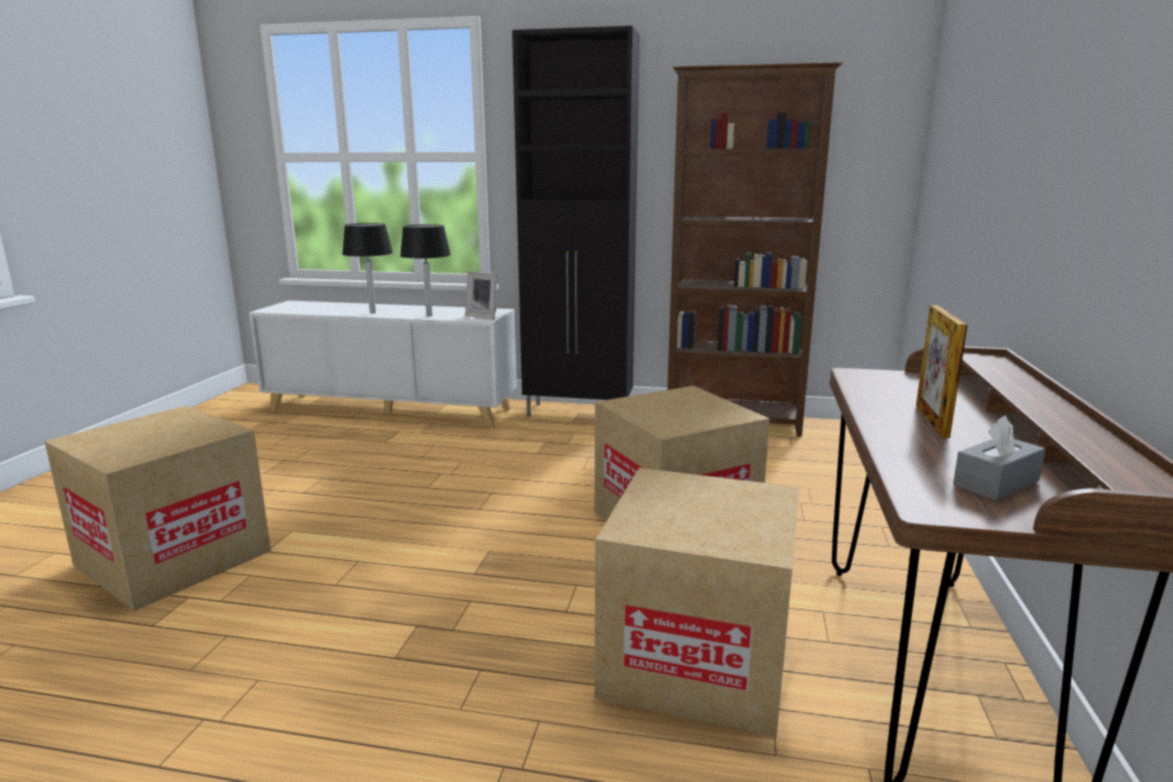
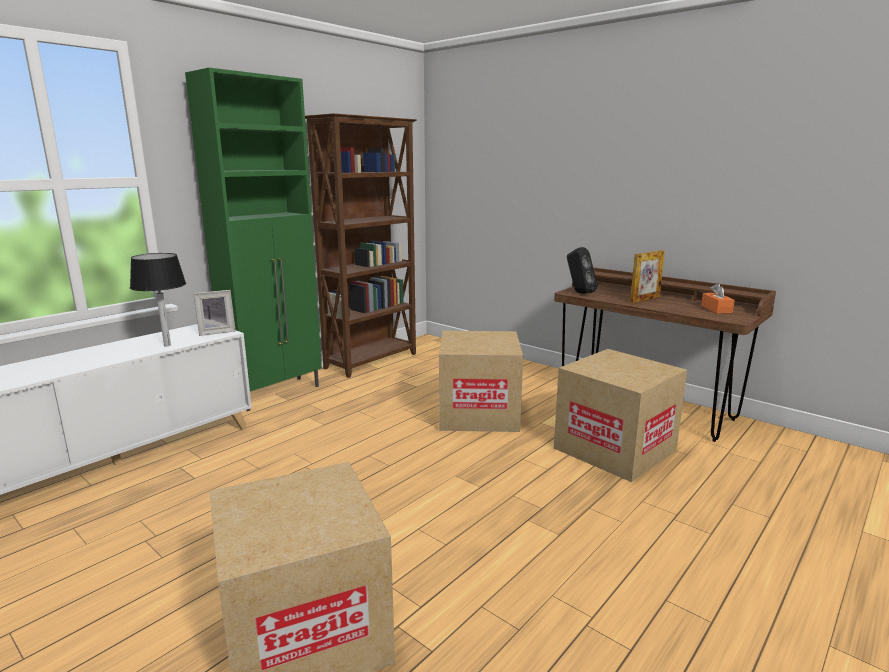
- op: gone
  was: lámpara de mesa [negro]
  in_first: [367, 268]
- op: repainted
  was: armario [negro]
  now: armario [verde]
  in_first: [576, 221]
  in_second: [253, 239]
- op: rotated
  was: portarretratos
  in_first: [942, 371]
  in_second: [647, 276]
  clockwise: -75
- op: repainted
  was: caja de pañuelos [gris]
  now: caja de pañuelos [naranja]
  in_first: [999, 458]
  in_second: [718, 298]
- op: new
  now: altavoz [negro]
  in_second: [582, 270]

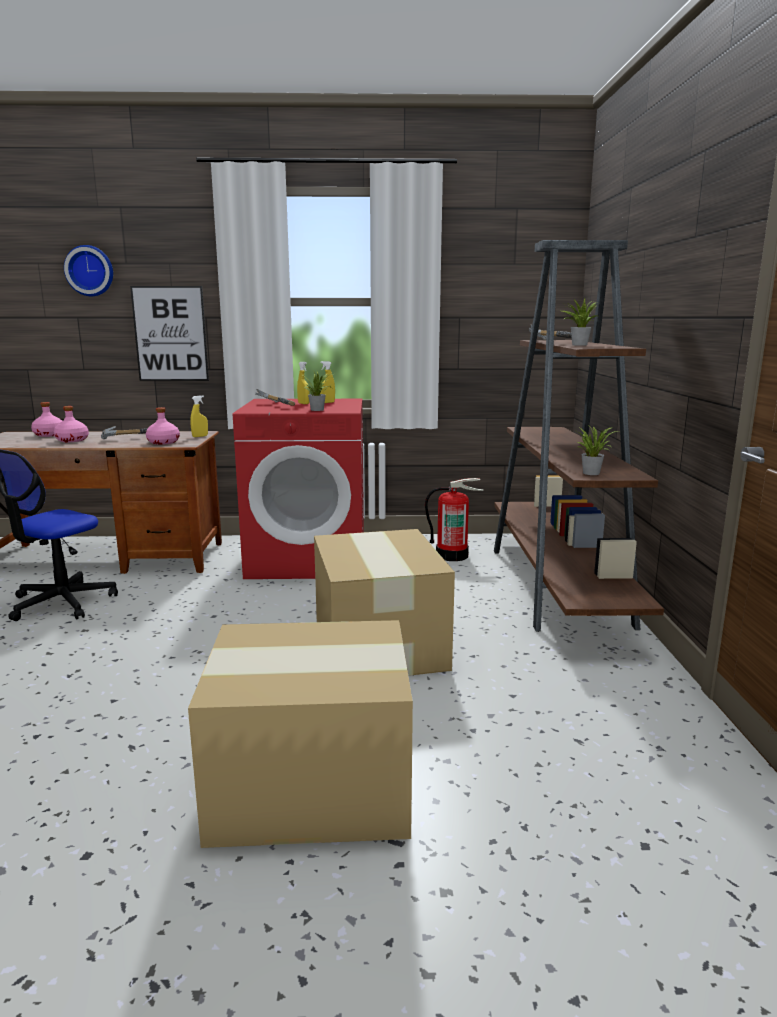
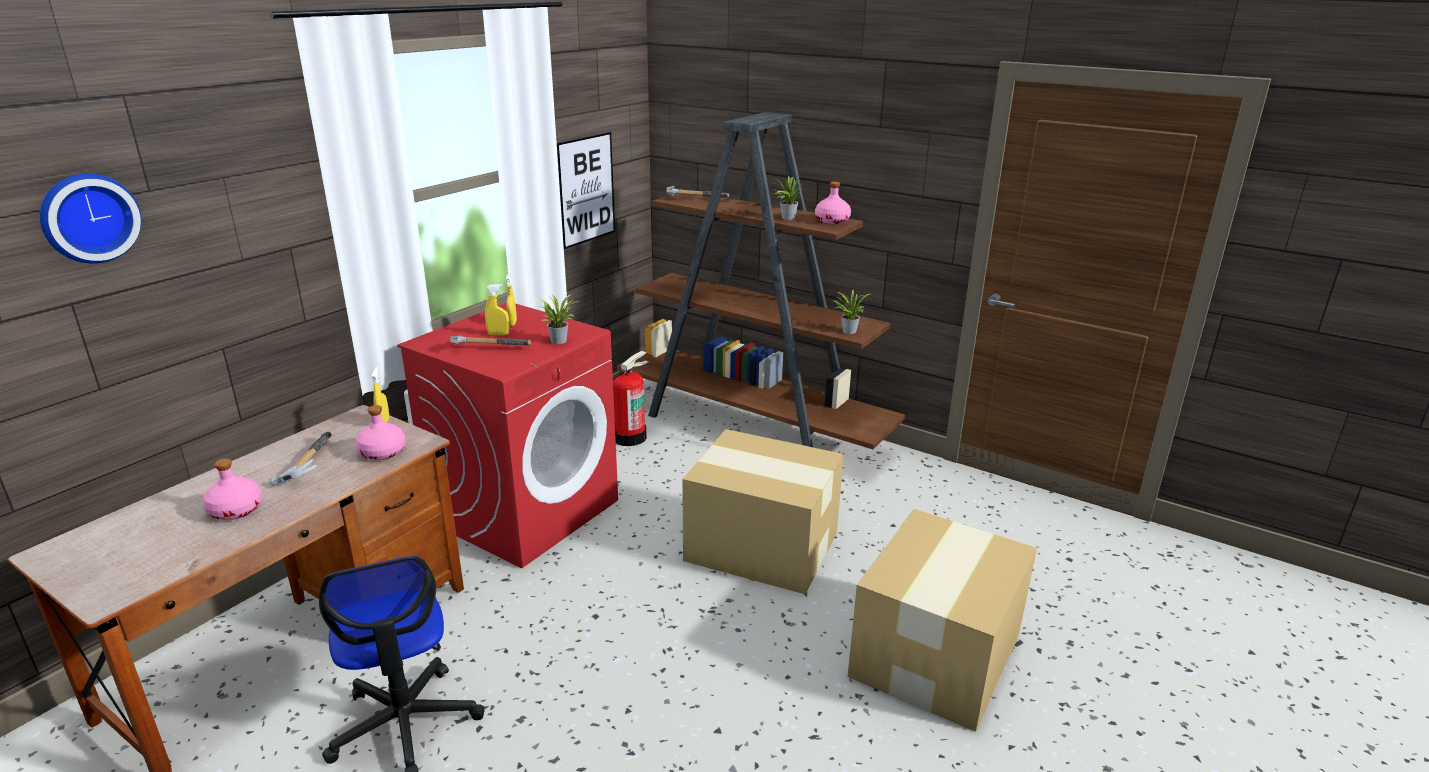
- op: shifted
  was: botella [rosa]
  in_first: [46, 419]
  in_second: [833, 203]
- op: shifted
  was: cuadro
  in_first: [169, 333]
  in_second: [586, 190]

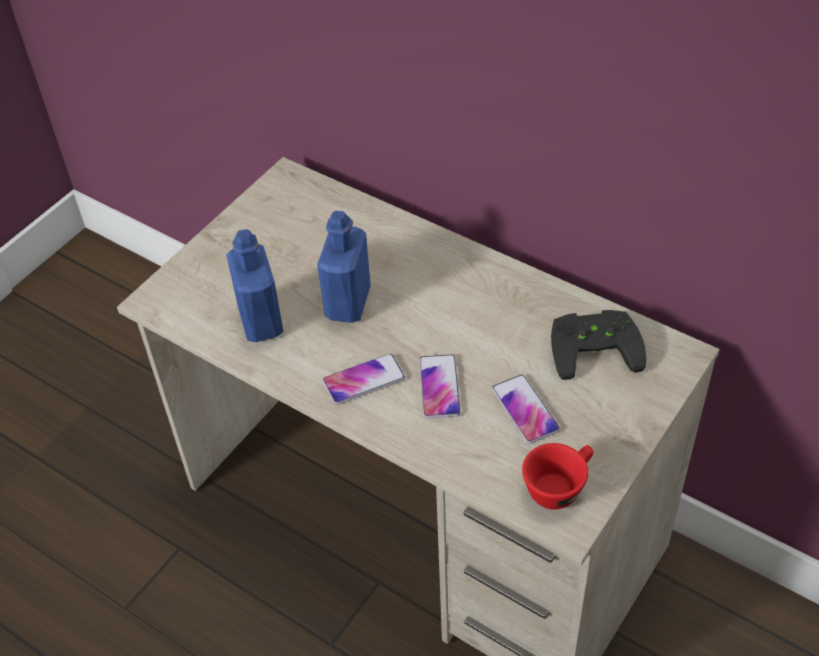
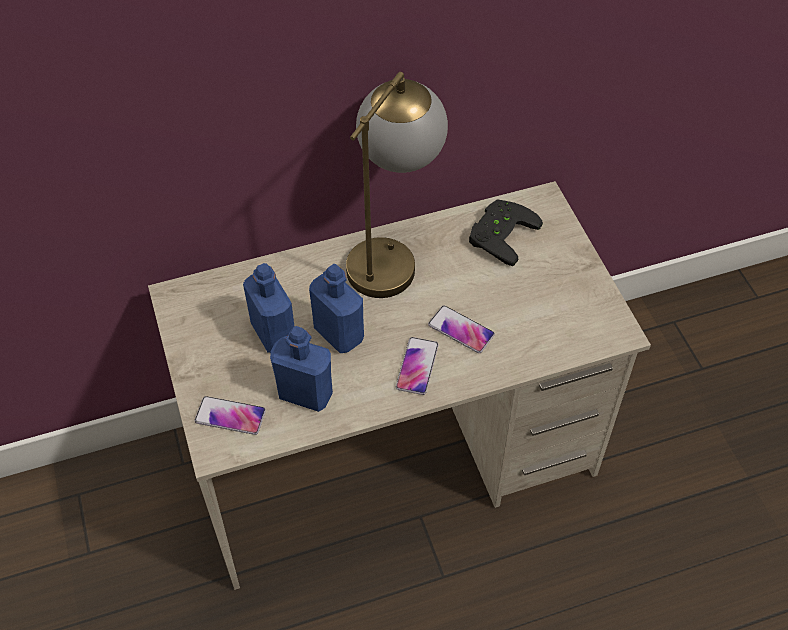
- op: shifted
  was: móvil
  in_first: [526, 409]
  in_second: [230, 415]
- op: gone
  was: taza [rojo]
  in_first: [558, 476]
- op: new
  now: botella [azul]
  in_second: [269, 308]
- op: new
  now: lámpara de mesa
  in_second: [397, 185]

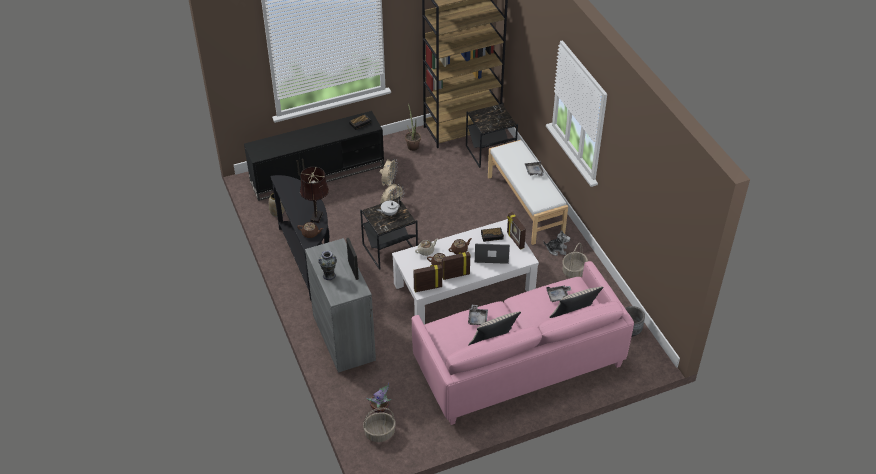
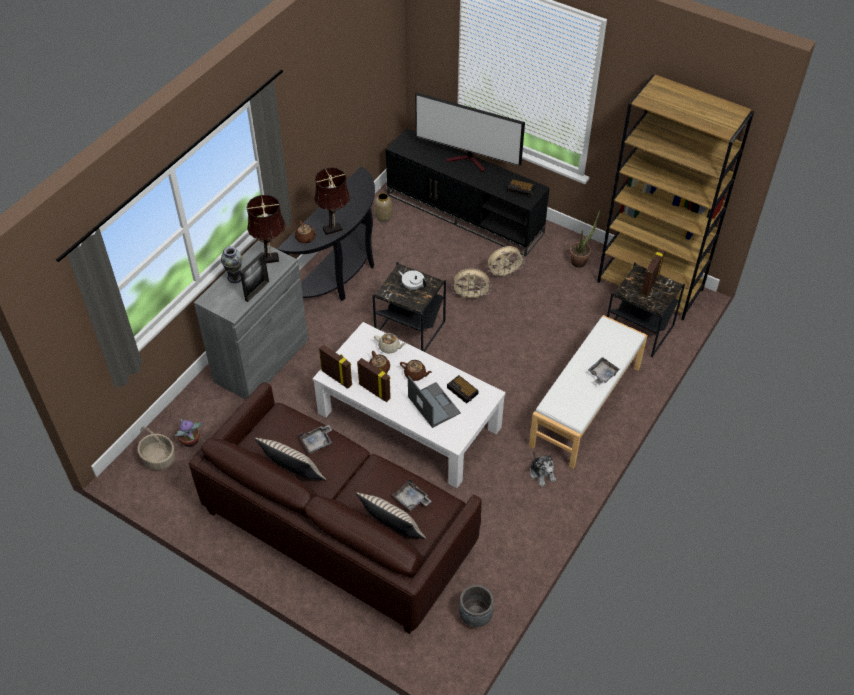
- op: repainted
  was: sofá [rosa]
  now: sofá [marrón]
  in_first: [523, 343]
  in_second: [335, 508]
- op: shifted
  was: portarretratos
  in_first: [516, 231]
  in_second: [653, 272]
- op: gone
  was: cesta
  in_first: [575, 260]
- op: new
  now: lámpara de mesa [marrón]
  in_second: [266, 229]
- op: new
  now: televisor
  in_second: [470, 132]

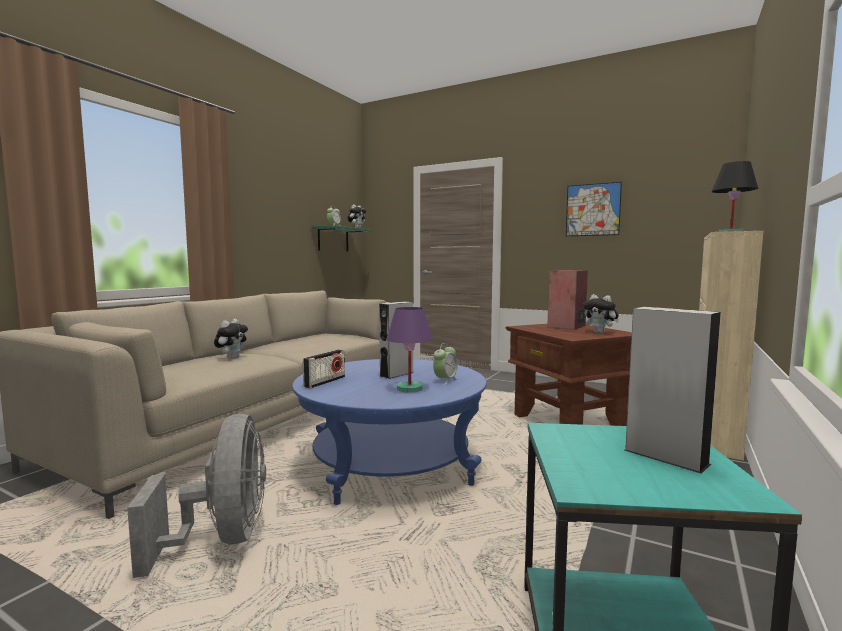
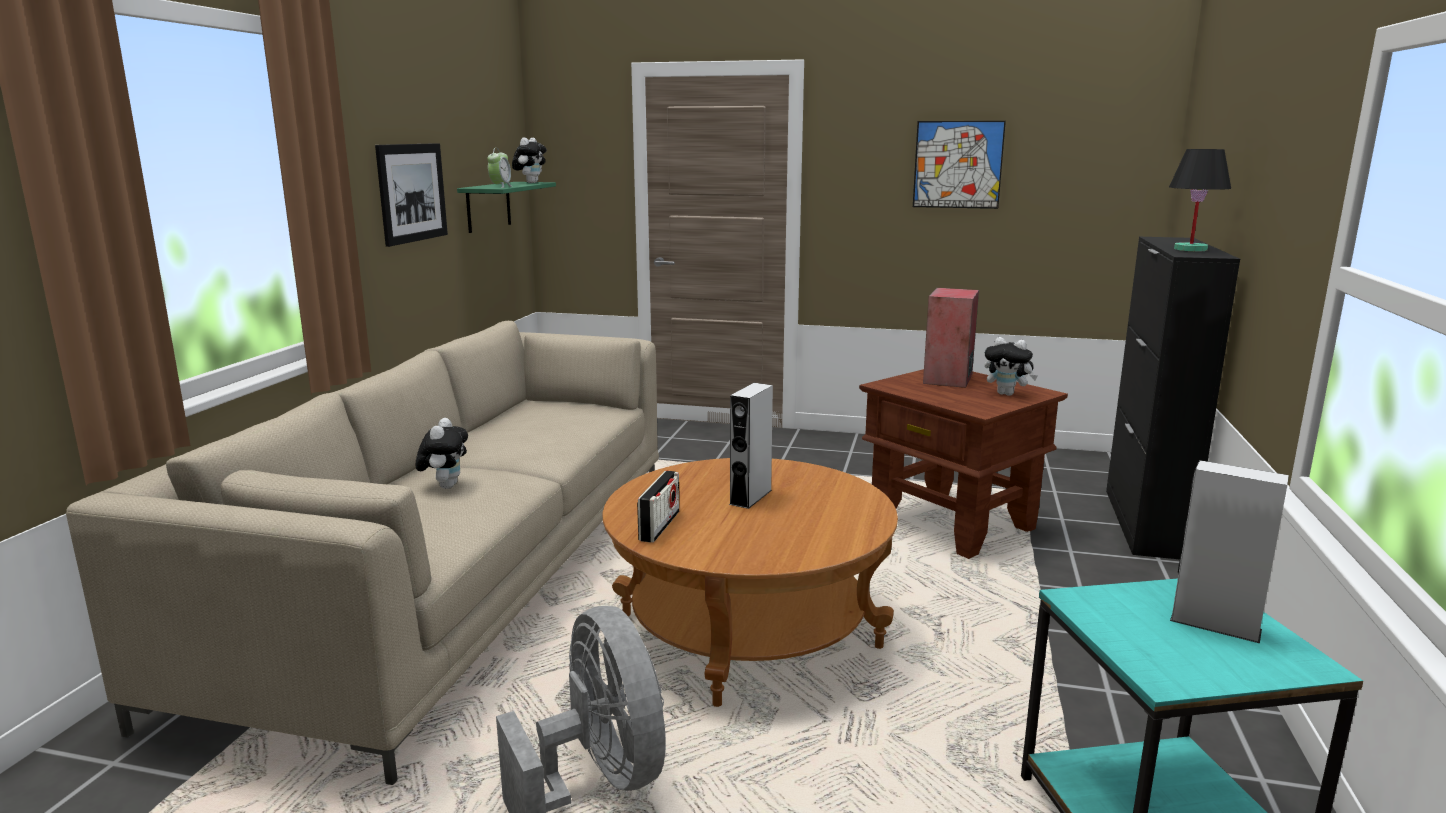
- op: repainted
  was: mesa de centro [azul]
  now: mesa de centro [marrón]
  in_first: [389, 432]
  in_second: [750, 582]
- op: gone
  was: lámpara de mesa [morado]
  in_first: [409, 350]
- op: gone
  was: despertador
  in_first: [445, 364]
- op: repainted
  was: armario [beis]
  now: armario [negro]
  in_first: [731, 345]
  in_second: [1173, 398]
- op: new
  now: cuadro
  in_second: [411, 195]

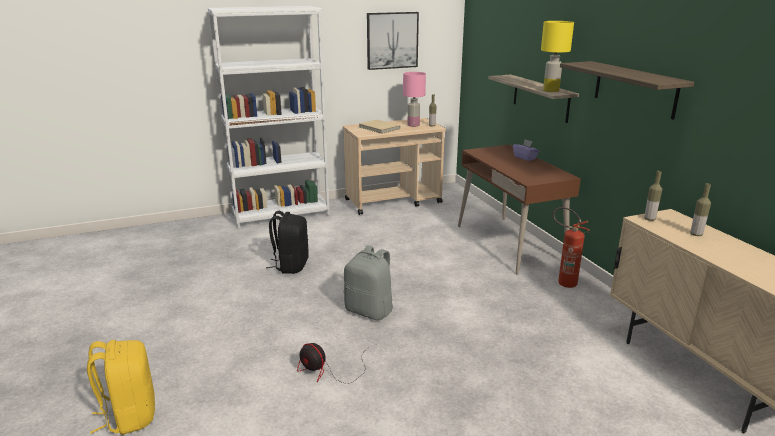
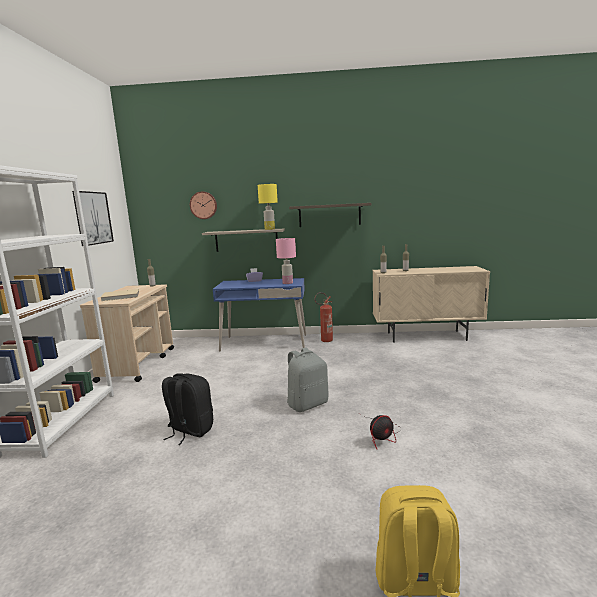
- op: shifted
  was: lámpara de mesa [rosa]
  in_first: [414, 99]
  in_second: [286, 261]
- op: repainted
  was: escritorio [marrón]
  now: escritorio [azul]
  in_first: [519, 209]
  in_second: [259, 314]
- op: new
  now: reloj de pared
  in_second: [203, 205]

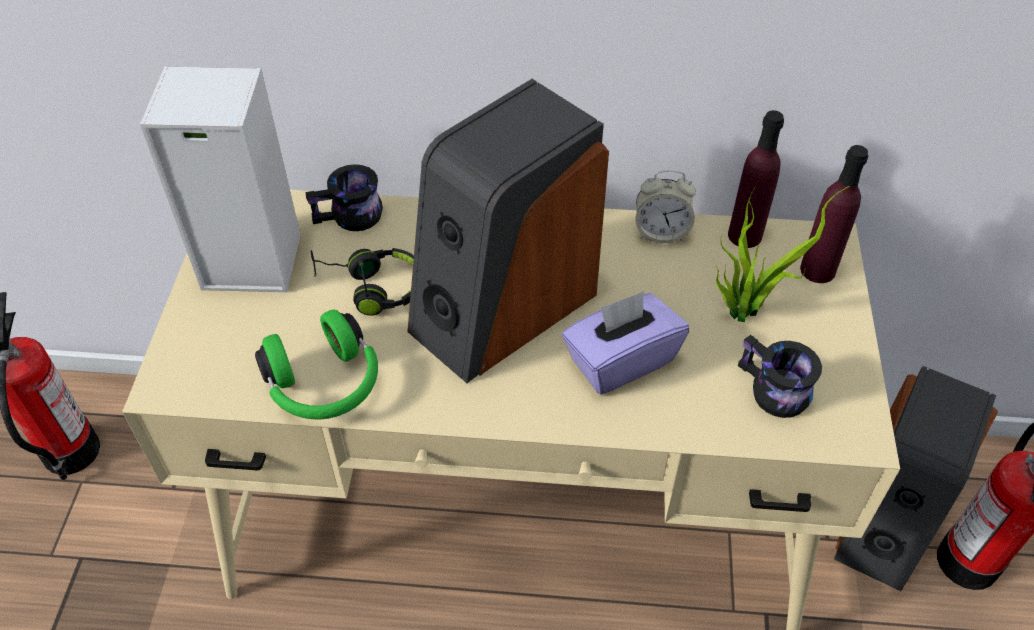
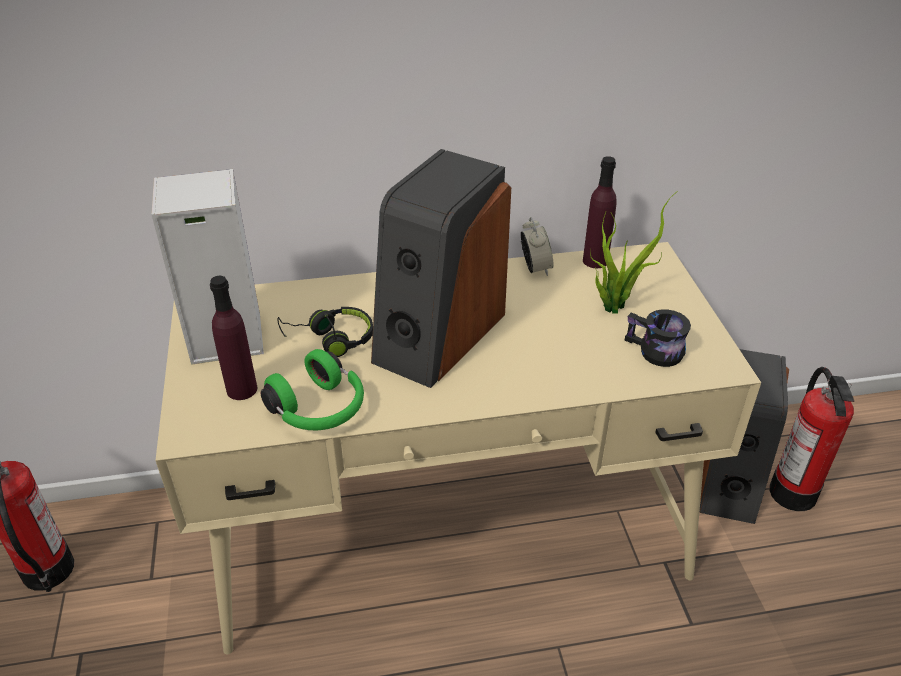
- op: gone
  was: taza grande [negro]
  in_first: [344, 197]
- op: gone
  was: caja de pañuelos [morado]
  in_first: [625, 343]
- op: rotated
  was: despertador
  in_first: [666, 206]
  in_second: [537, 246]
  clockwise: -90
- op: shifted
  was: botella [morado]
  in_first: [834, 214]
  in_second: [233, 338]

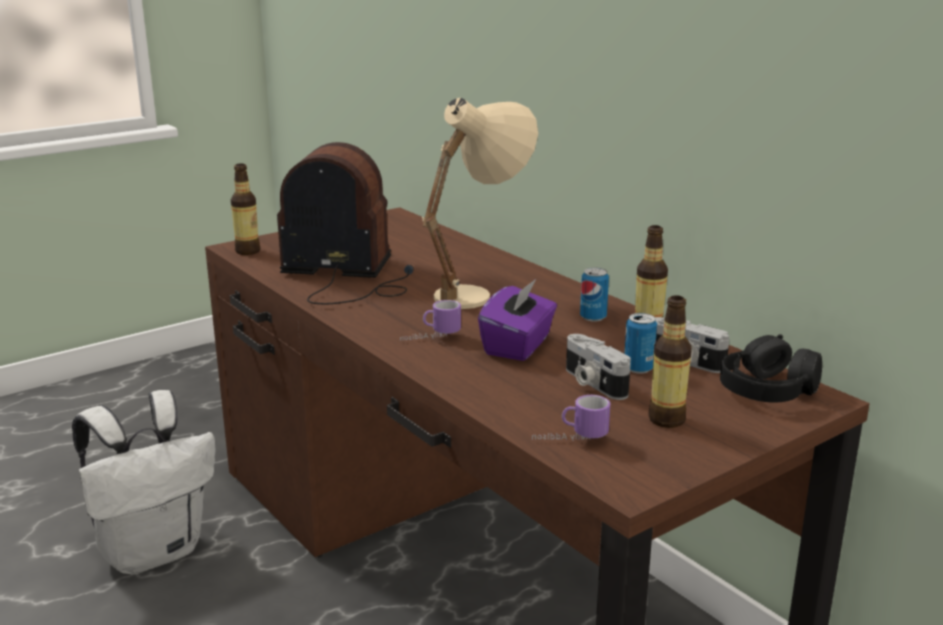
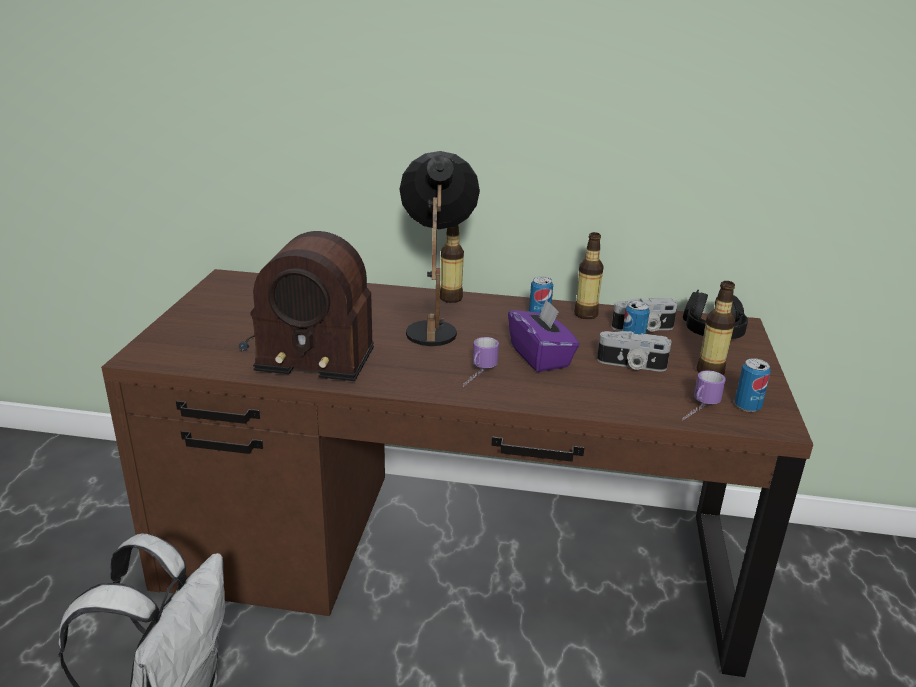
- op: shifted
  was: botella
  in_first: [245, 209]
  in_second: [452, 264]
- op: rotated
  was: radio
  in_first: [345, 223]
  in_second: [306, 306]
  clockwise: -135
- op: repainted
  was: lámpara de mesa [beis]
  now: lámpara de mesa [negro]
  in_first: [480, 203]
  in_second: [439, 248]
- op: new
  now: lata
  in_second: [753, 385]

